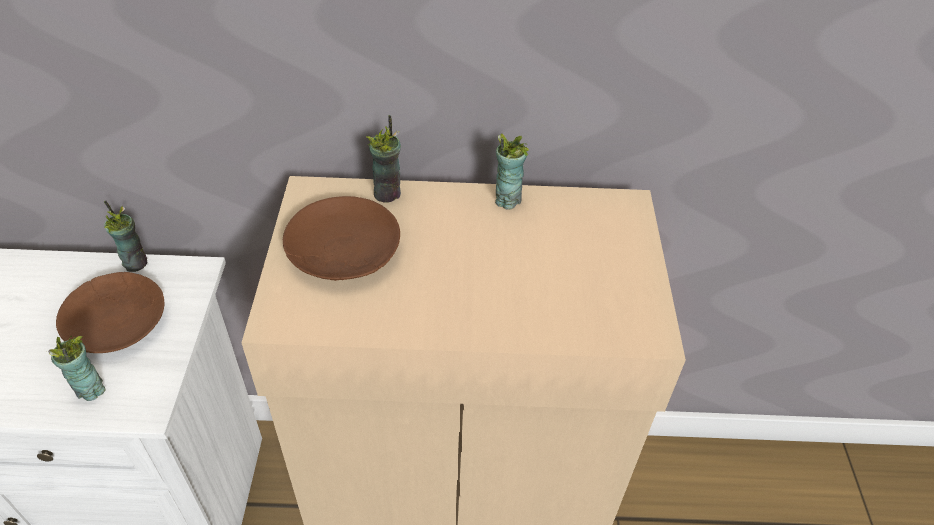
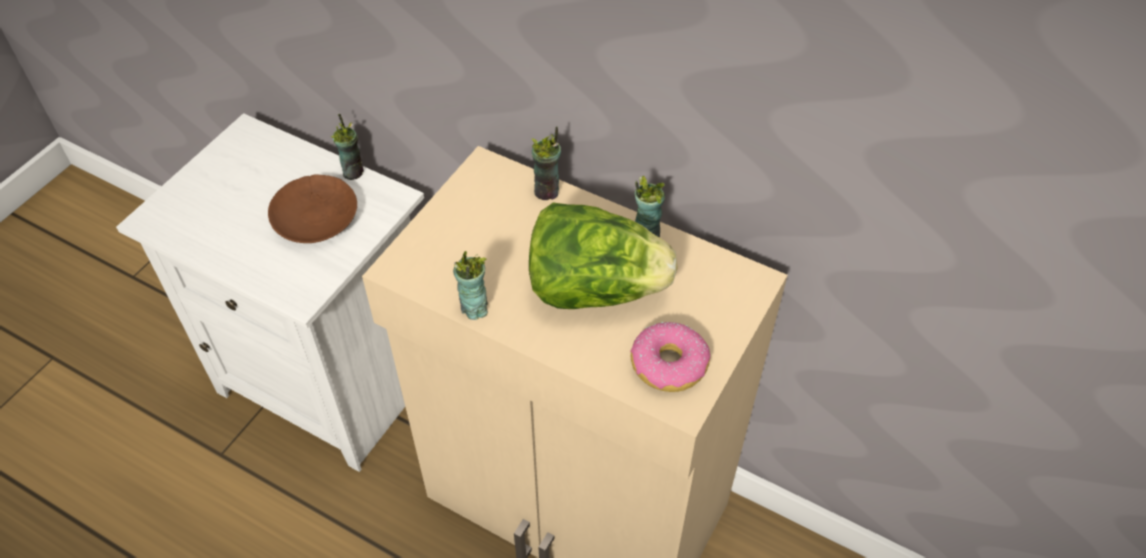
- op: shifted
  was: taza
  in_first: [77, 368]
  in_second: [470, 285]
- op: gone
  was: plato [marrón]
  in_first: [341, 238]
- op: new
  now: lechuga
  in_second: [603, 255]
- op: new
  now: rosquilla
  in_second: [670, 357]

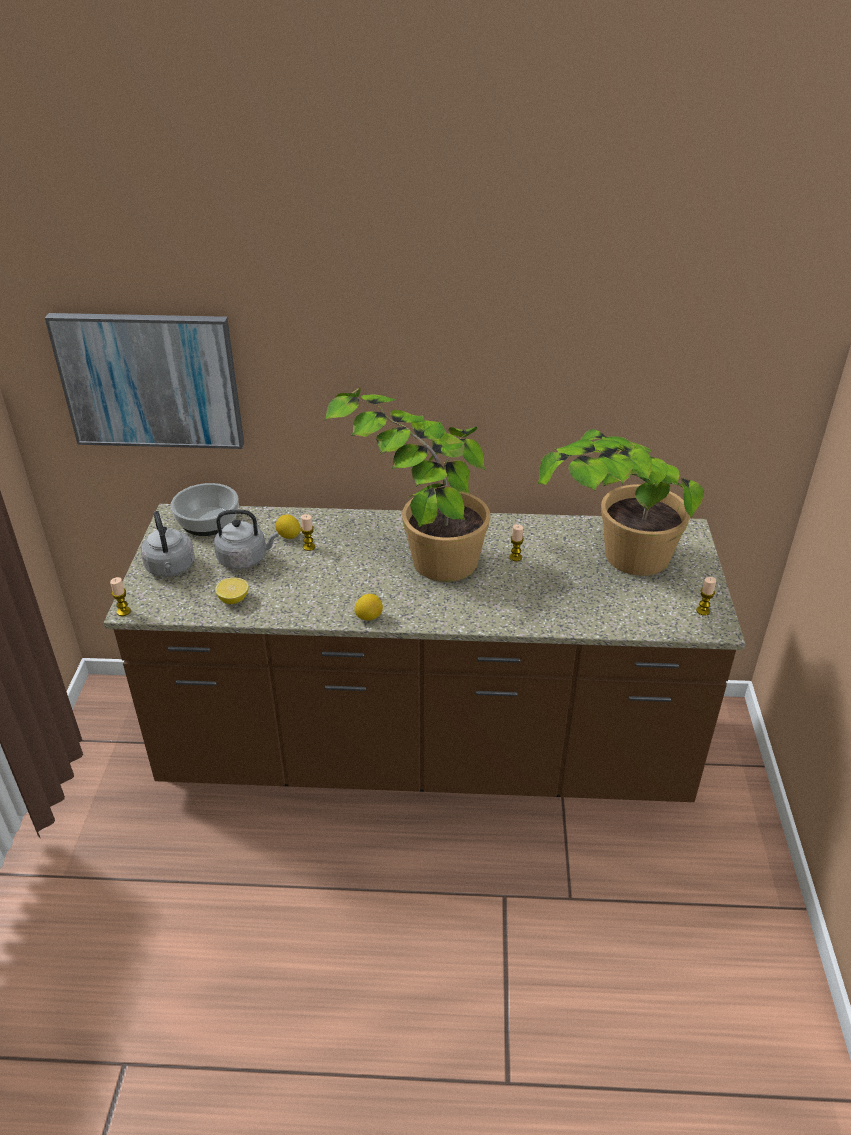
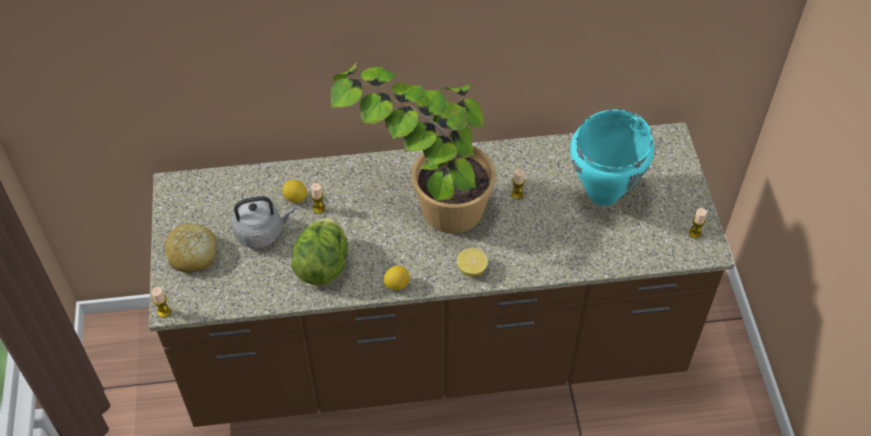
- op: gone
  was: cuadro
  in_first: [144, 381]
- op: swapped
  was: hervidor [gris]
  now: pan
  in_first: [168, 544]
  in_second: [190, 248]
- op: gone
  was: cuenco
  in_first: [205, 509]
- op: shifted
  was: limón
  in_first: [232, 591]
  in_second: [472, 262]
- op: swapped
  was: planta en maceta
  now: olla [turquesa]
  in_first: [621, 502]
  in_second: [612, 157]
- op: new
  now: lechuga
  in_second: [319, 251]

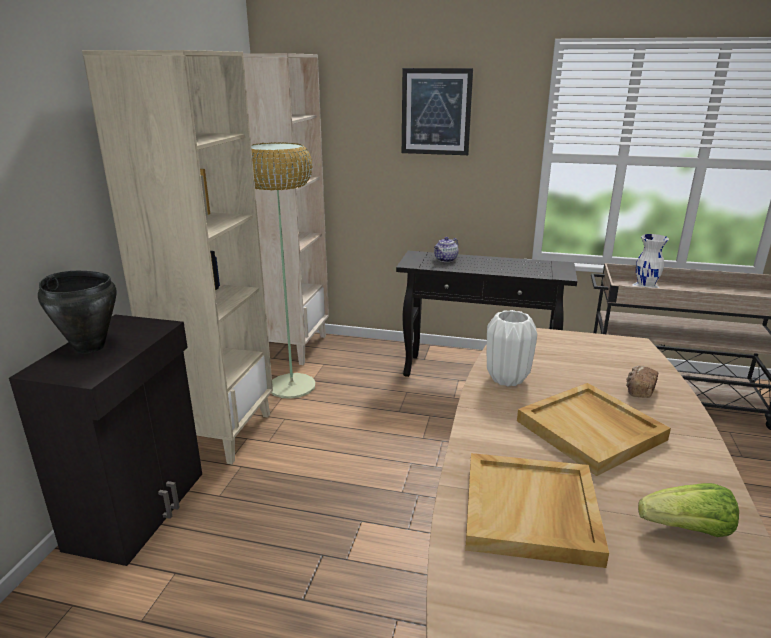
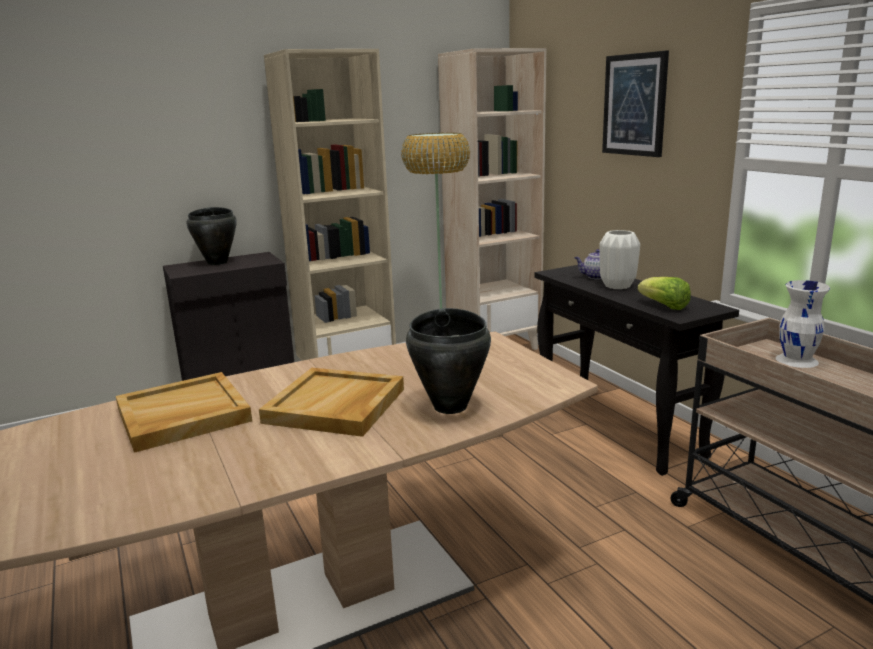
- op: shifted
  was: florero [blanco]
  in_first: [512, 348]
  in_second: [619, 259]
- op: swapped
  was: pan
  now: olla [negro]
  in_first: [642, 382]
  in_second: [448, 361]
- op: shifted
  was: lechuga
  in_first: [688, 510]
  in_second: [664, 293]

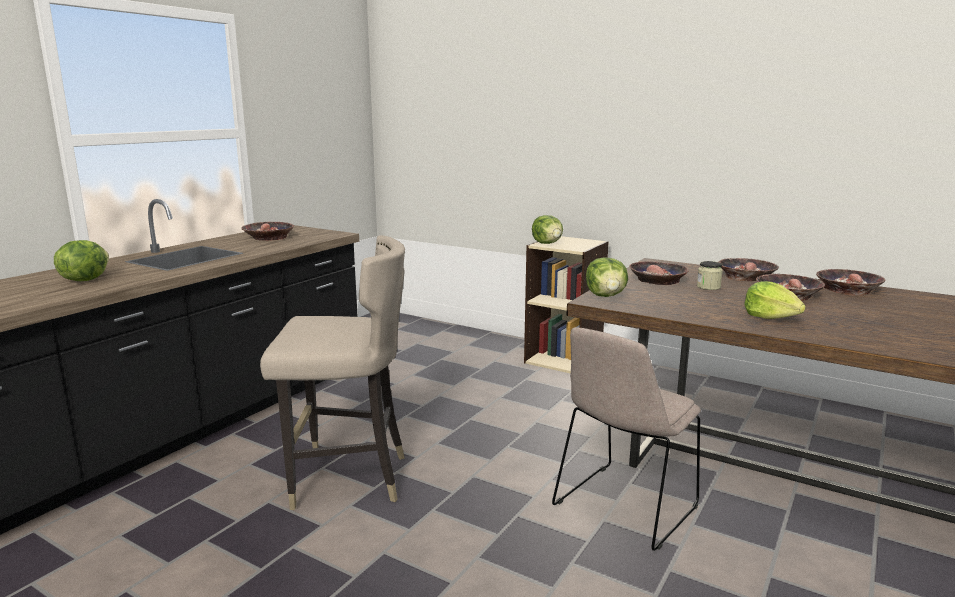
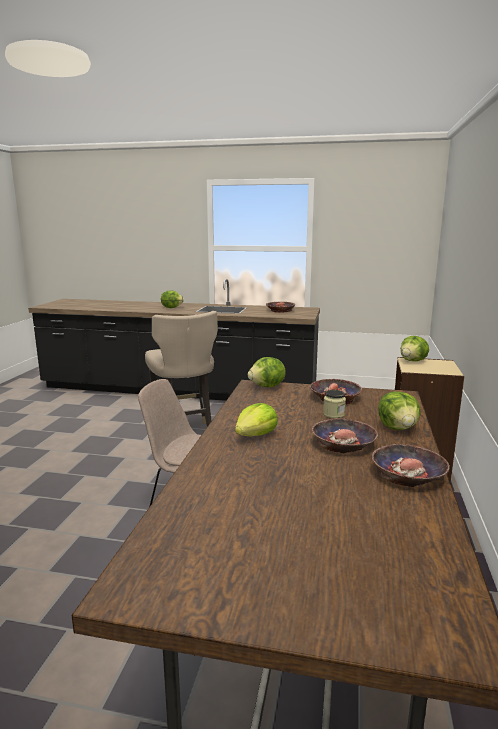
- op: swapped
  was: cuenco
  now: lechuga
  in_first: [749, 269]
  in_second: [399, 411]

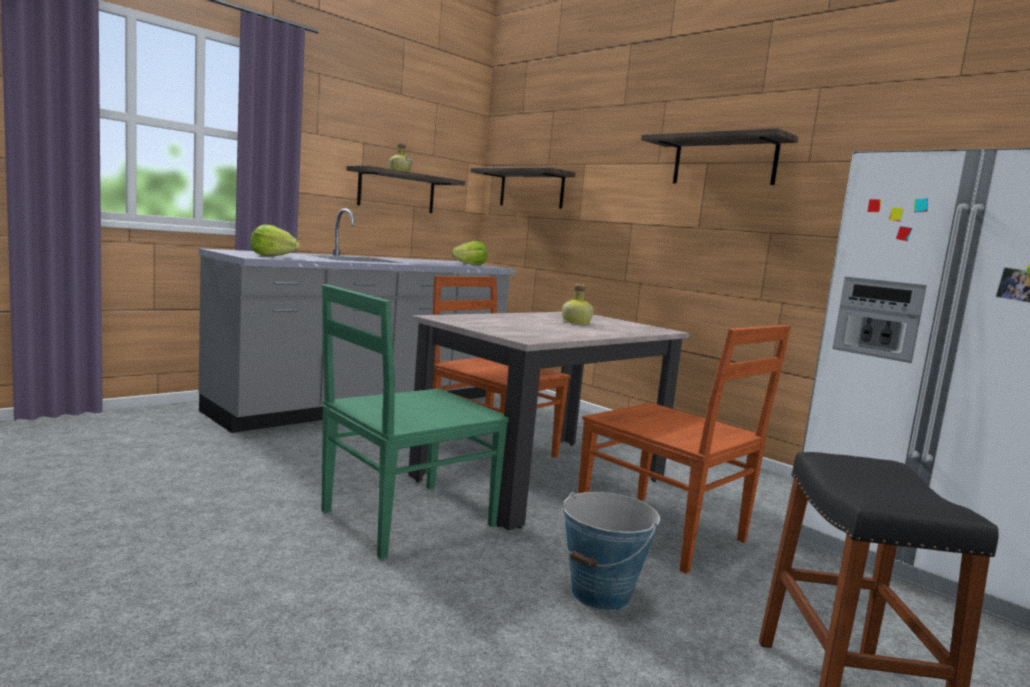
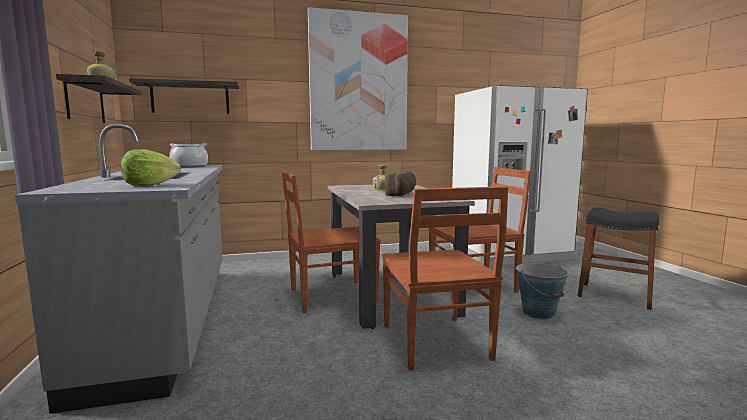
- op: repainted
  was: silla [verde]
  now: silla [marrón]
  in_first: [415, 421]
  in_second: [445, 278]
- op: swapped
  was: lechuga
  now: olla
  in_first: [469, 253]
  in_second: [188, 155]
- op: swapped
  was: estante
  now: cuadro
  in_first: [720, 156]
  in_second: [358, 78]
- op: new
  now: pan
  in_second: [400, 183]

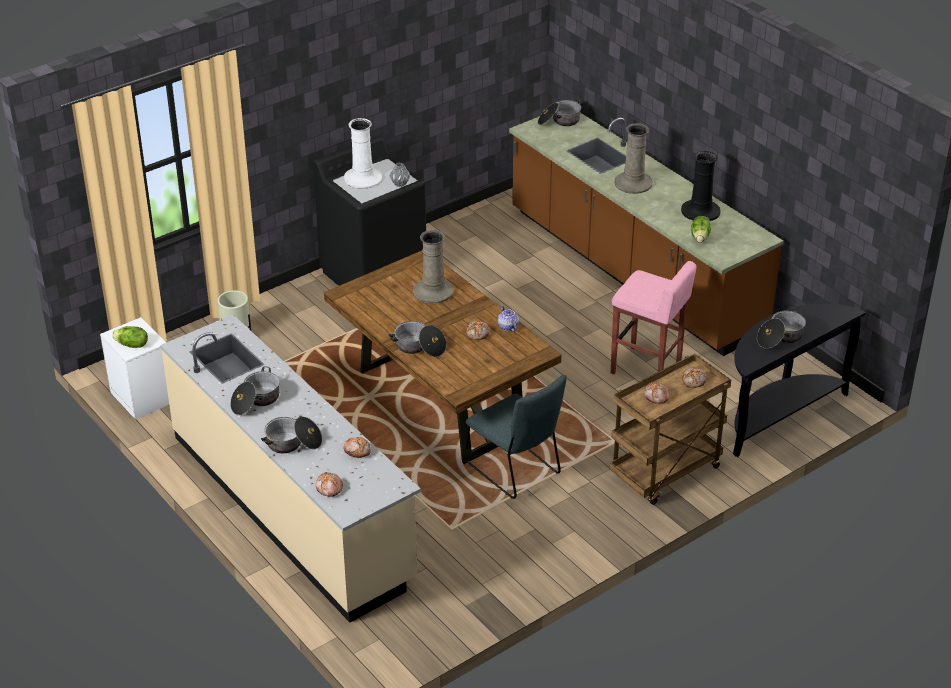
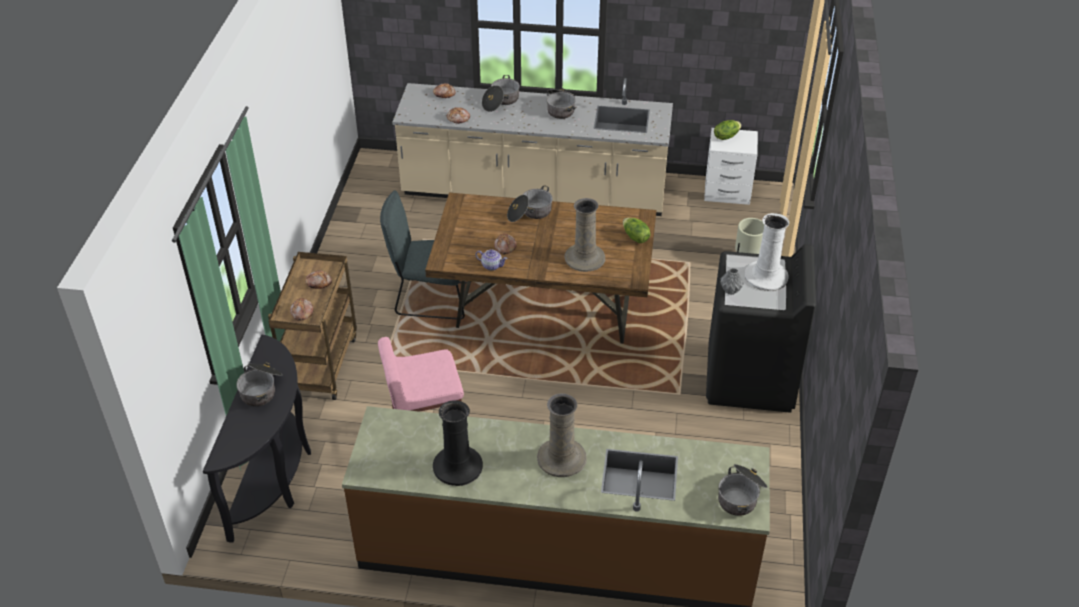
- op: shifted
  was: lechuga
  in_first: [701, 229]
  in_second: [636, 230]

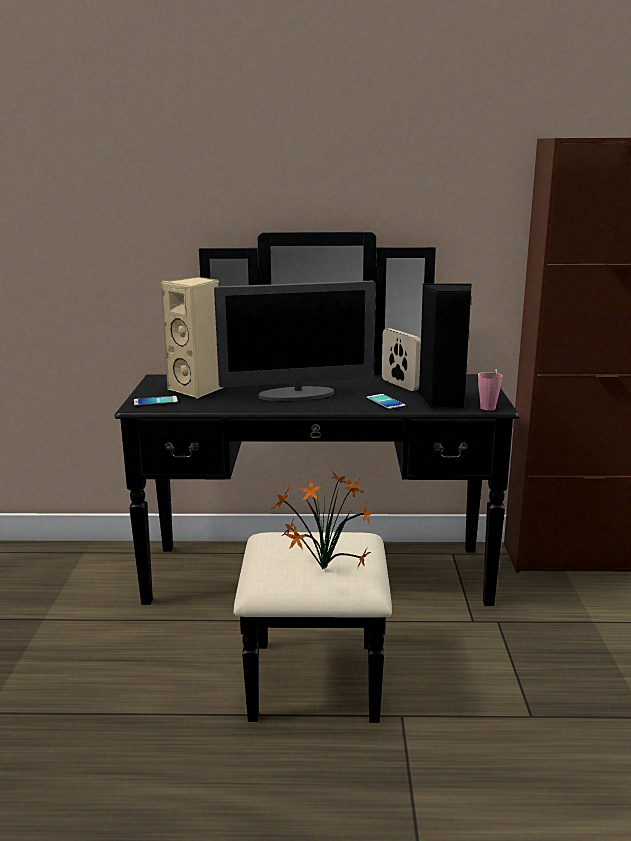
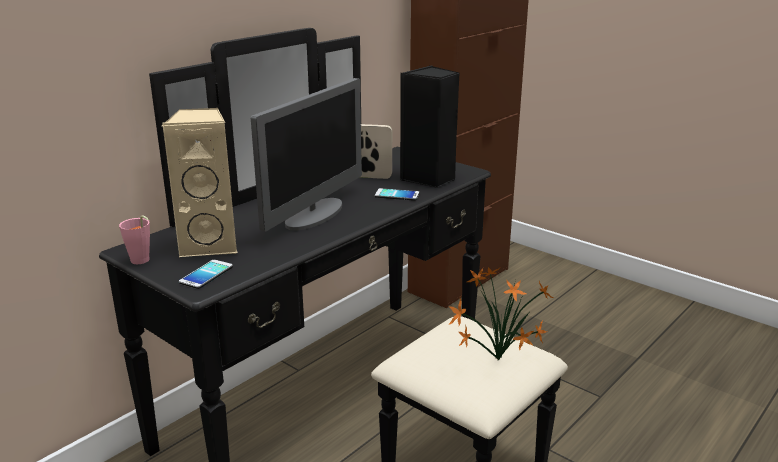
- op: shifted
  was: taza [rosa]
  in_first: [490, 389]
  in_second: [134, 239]

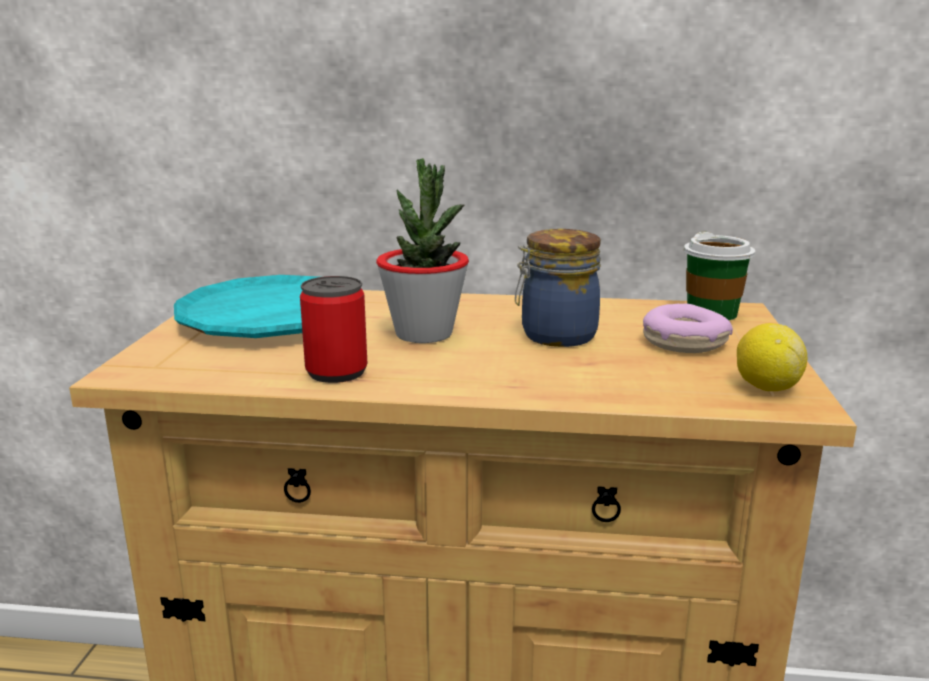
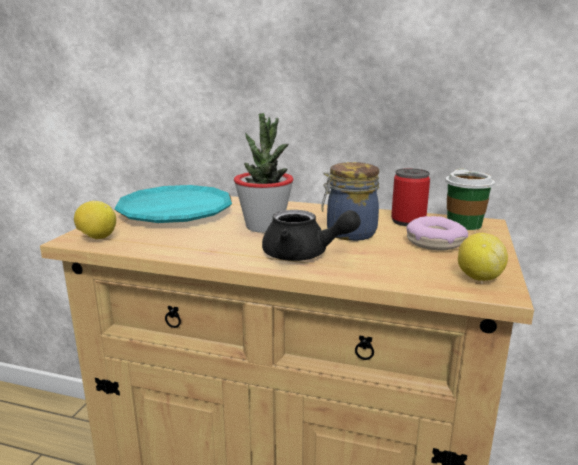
- op: shifted
  was: lata
  in_first: [333, 329]
  in_second: [410, 197]
- op: new
  now: limón
  in_second: [95, 220]
- op: new
  now: tetera [negro]
  in_second: [311, 235]

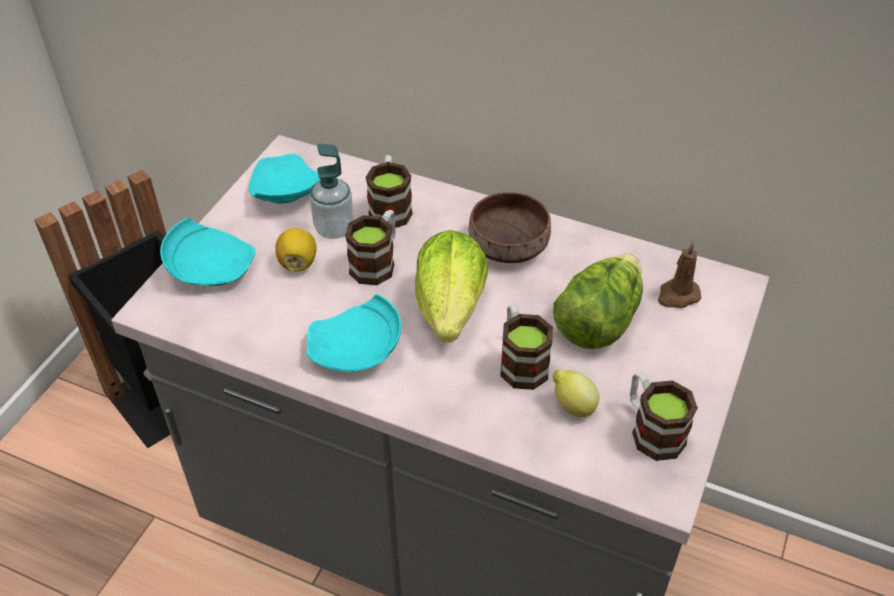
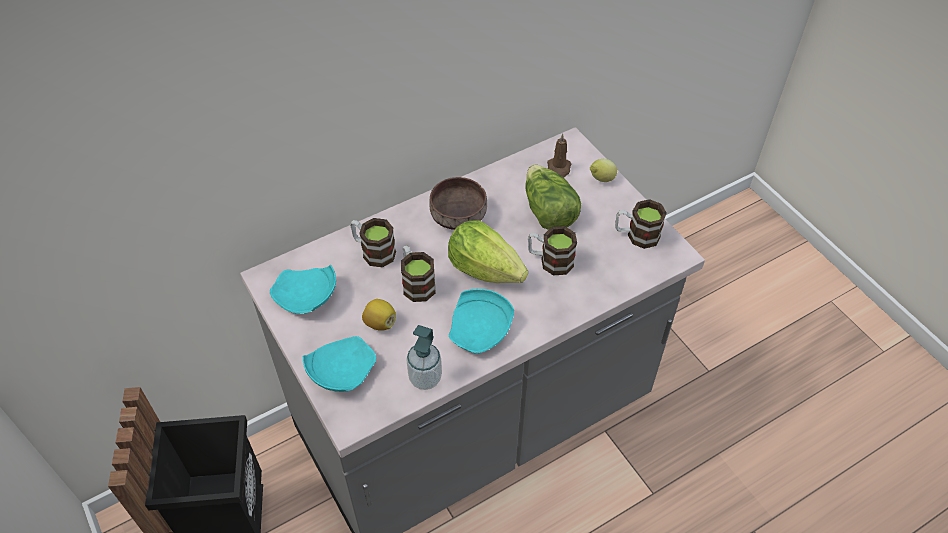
- op: shifted
  was: dispensador de jabón
  in_first: [332, 191]
  in_second: [424, 357]
- op: shifted
  was: limón
  in_first: [576, 393]
  in_second: [603, 170]

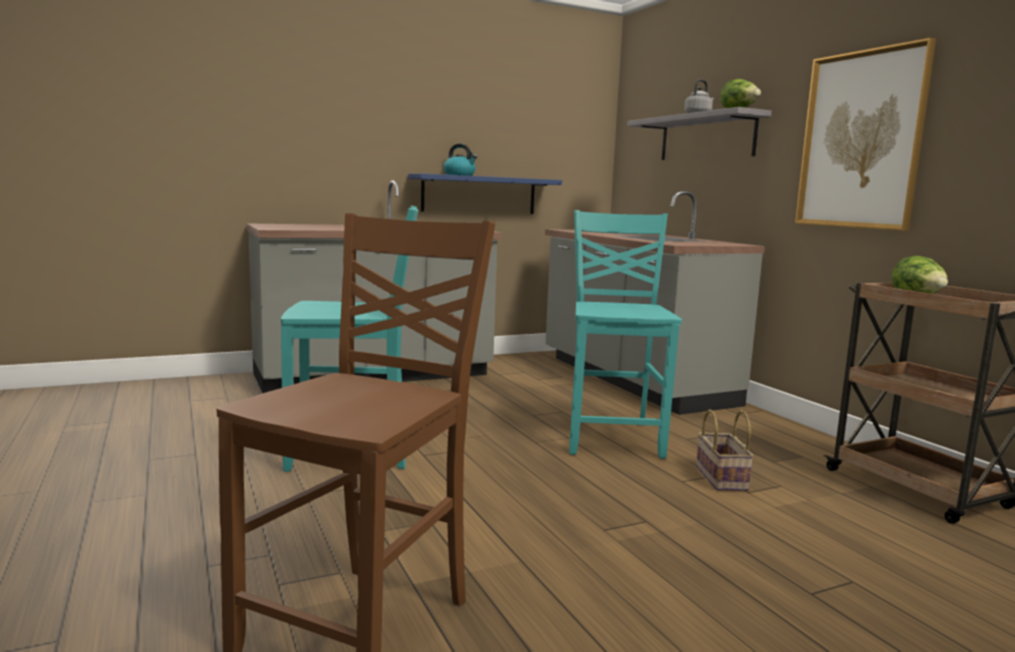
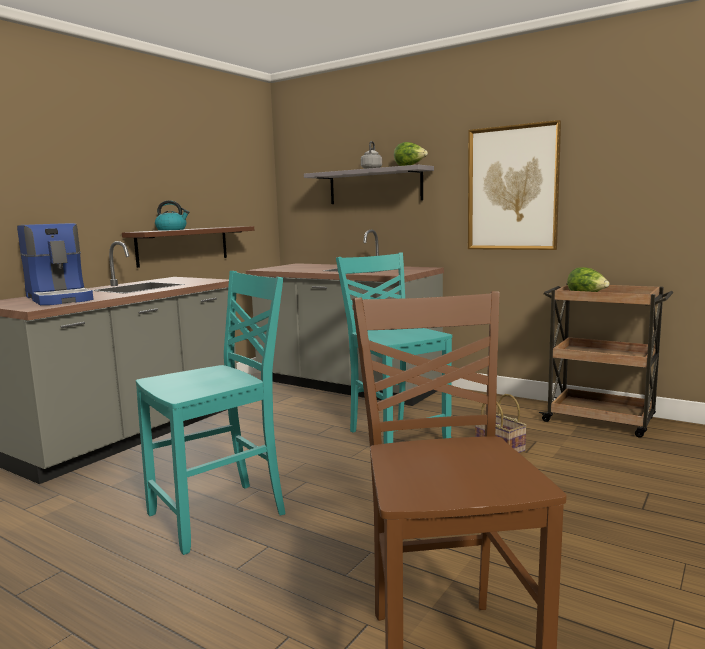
- op: repainted
  was: estante [azul]
  now: estante [marrón]
  in_first: [485, 193]
  in_second: [188, 247]
- op: new
  now: cafetera
  in_second: [55, 264]

